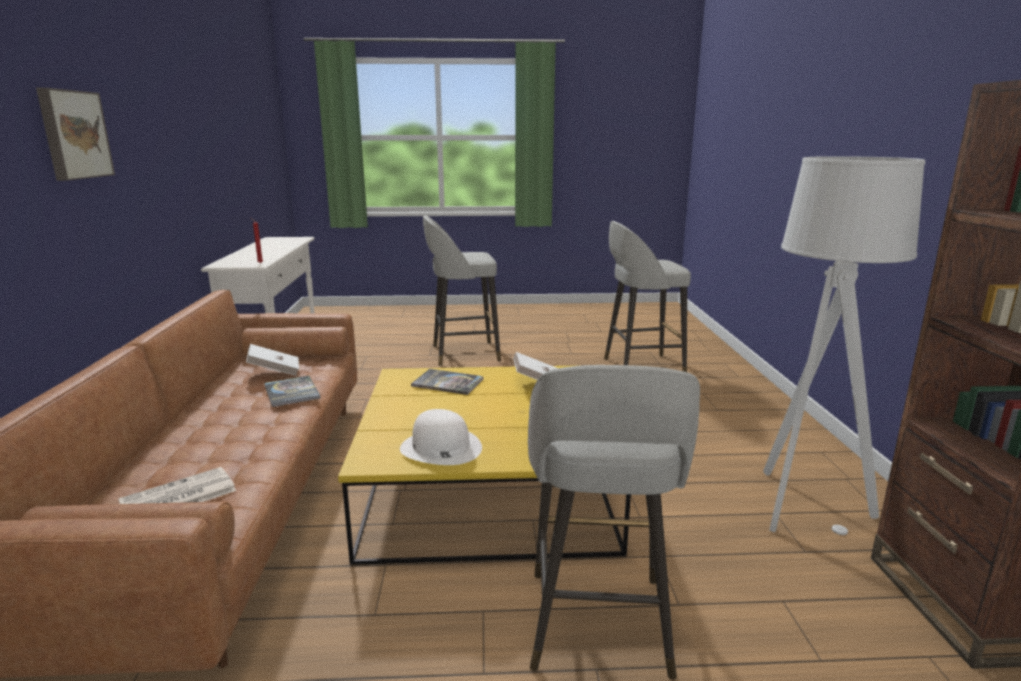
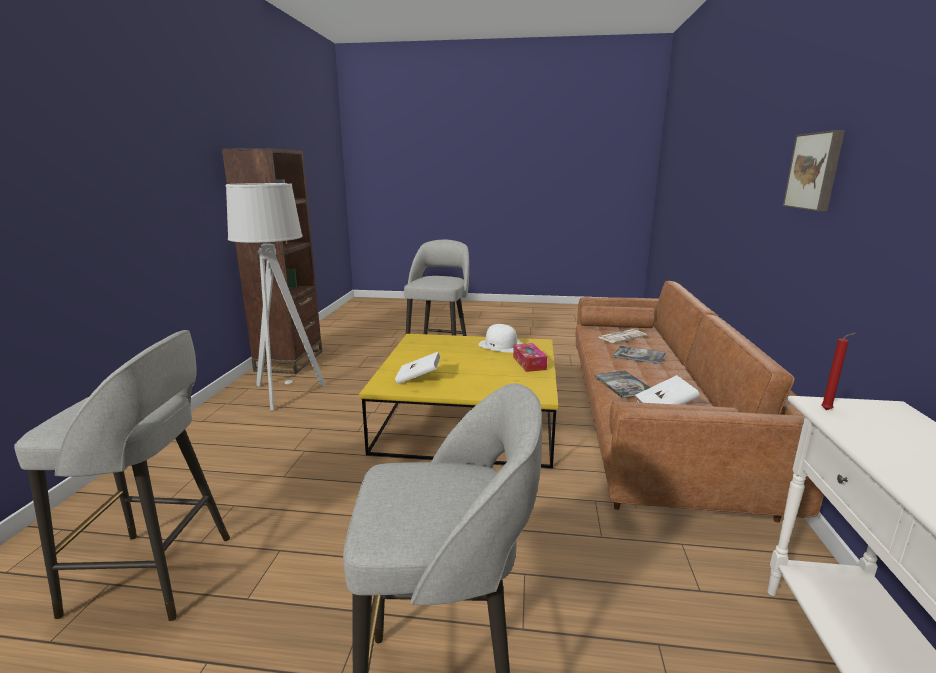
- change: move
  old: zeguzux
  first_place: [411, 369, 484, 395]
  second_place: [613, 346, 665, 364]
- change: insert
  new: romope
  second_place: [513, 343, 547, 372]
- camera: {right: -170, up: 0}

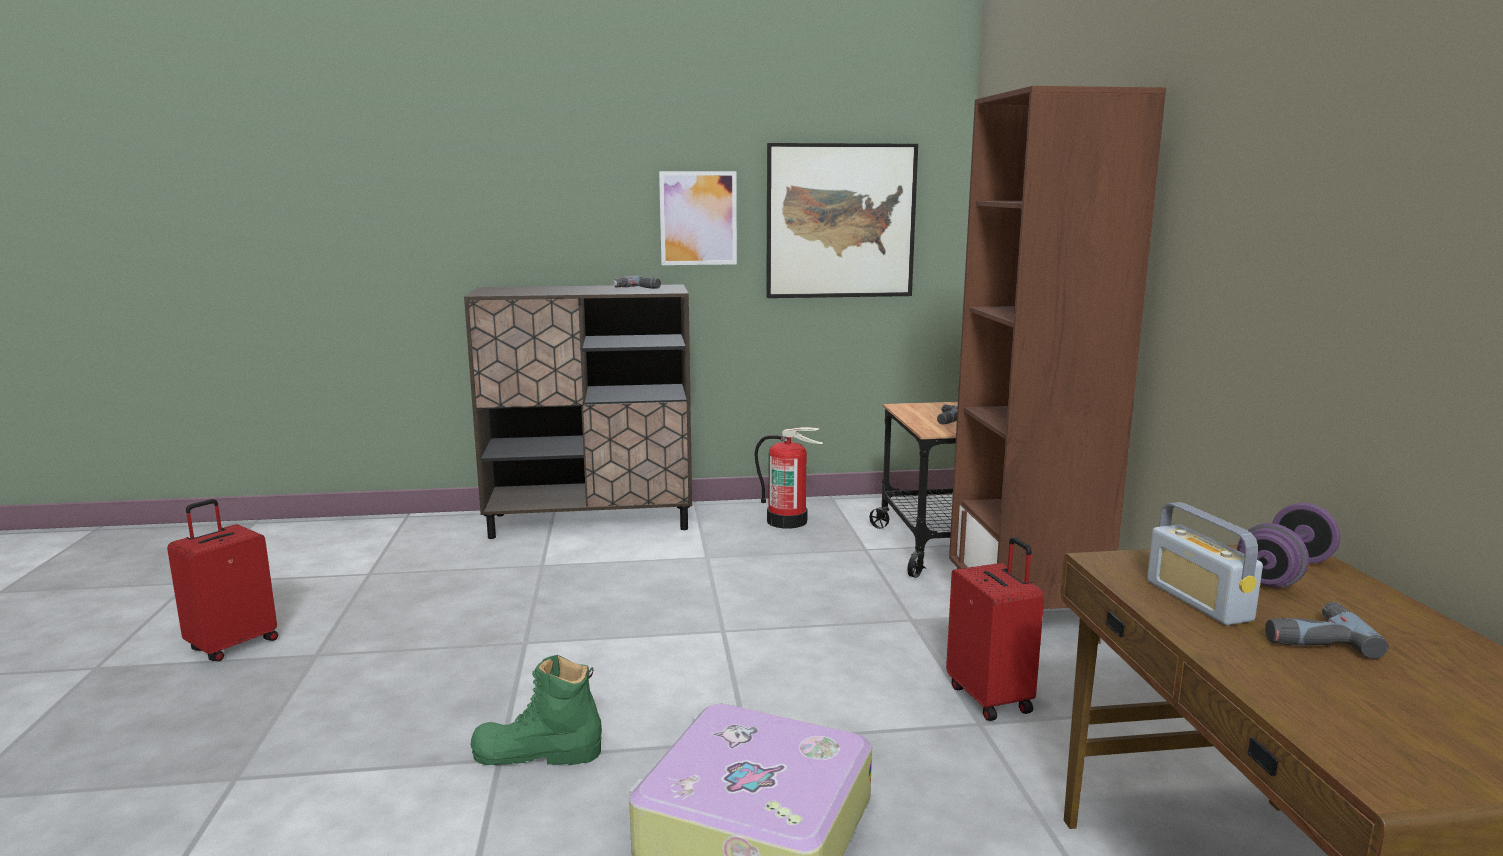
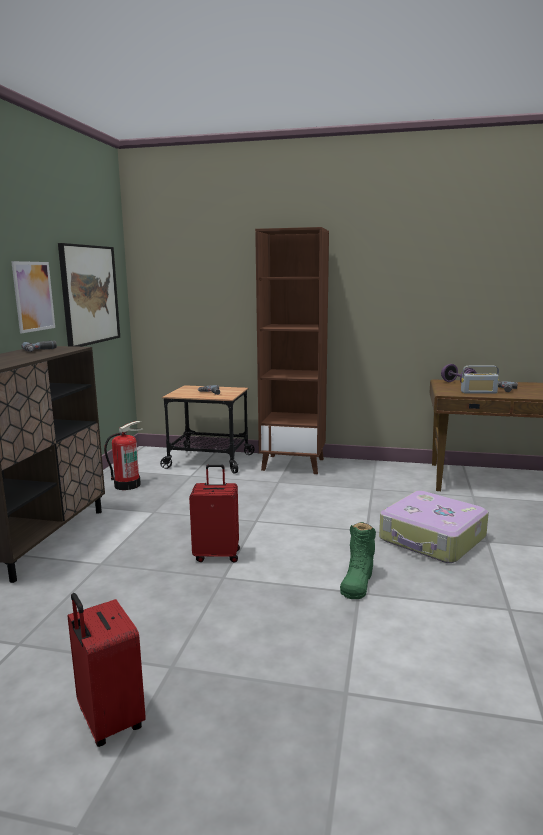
- change: move
  old: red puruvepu
  first_place: [946, 537, 1044, 721]
  second_place: [189, 464, 240, 562]
- camera: {right: -70, up: 0}

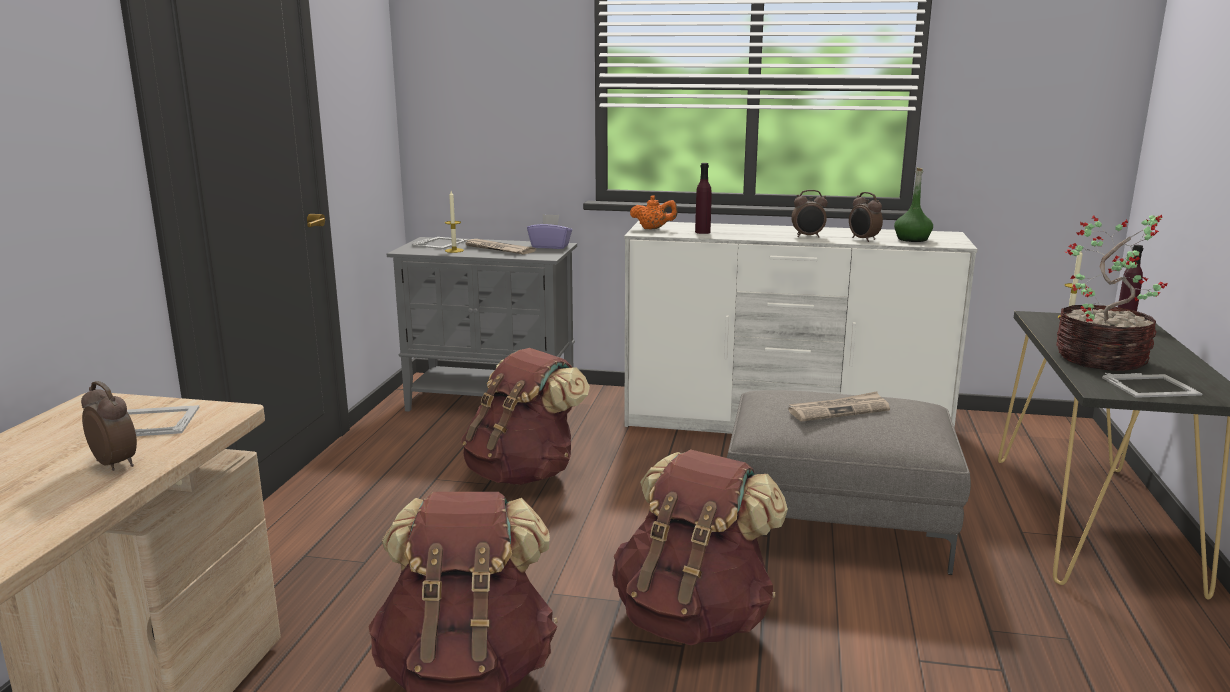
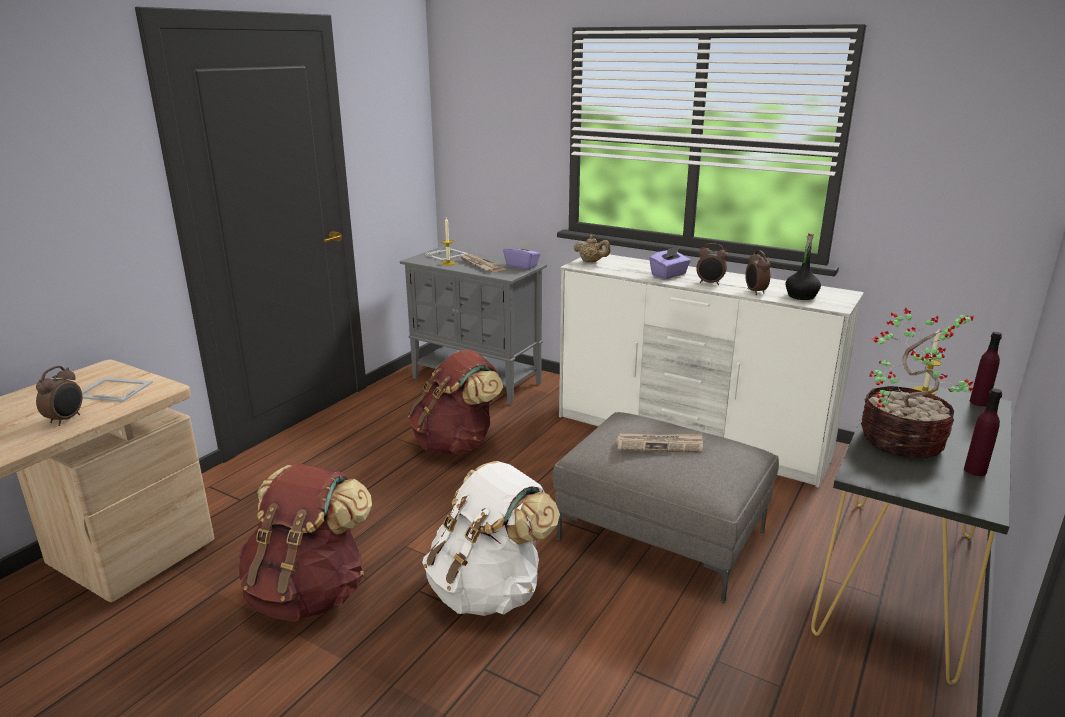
- change: move
  old: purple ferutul
  first_place: [695, 163, 712, 234]
  second_place: [964, 389, 1002, 476]
- change: recolor
  old: green ferutul
  new: black ferutul
  first_place: [894, 168, 933, 242]
  second_place: [785, 233, 821, 300]
- change: recolor
  old: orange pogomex
  new: beige pogomex
  first_place: [630, 195, 678, 229]
  second_place: [573, 235, 611, 263]
- change: delete
  old: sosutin
  first_place: [1102, 373, 1203, 398]
- change: rotate
  old: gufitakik
  first_place: [81, 381, 137, 471]
  second_place: [36, 366, 83, 426]
  degrees: 45
- change: recolor
  old: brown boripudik
  new: white boripudik
  first_place: [612, 449, 788, 645]
  second_place: [422, 461, 560, 616]
- change: insert
  new: purple romope
  second_place: [649, 246, 691, 279]
- camera: {right: 20, up: 5}

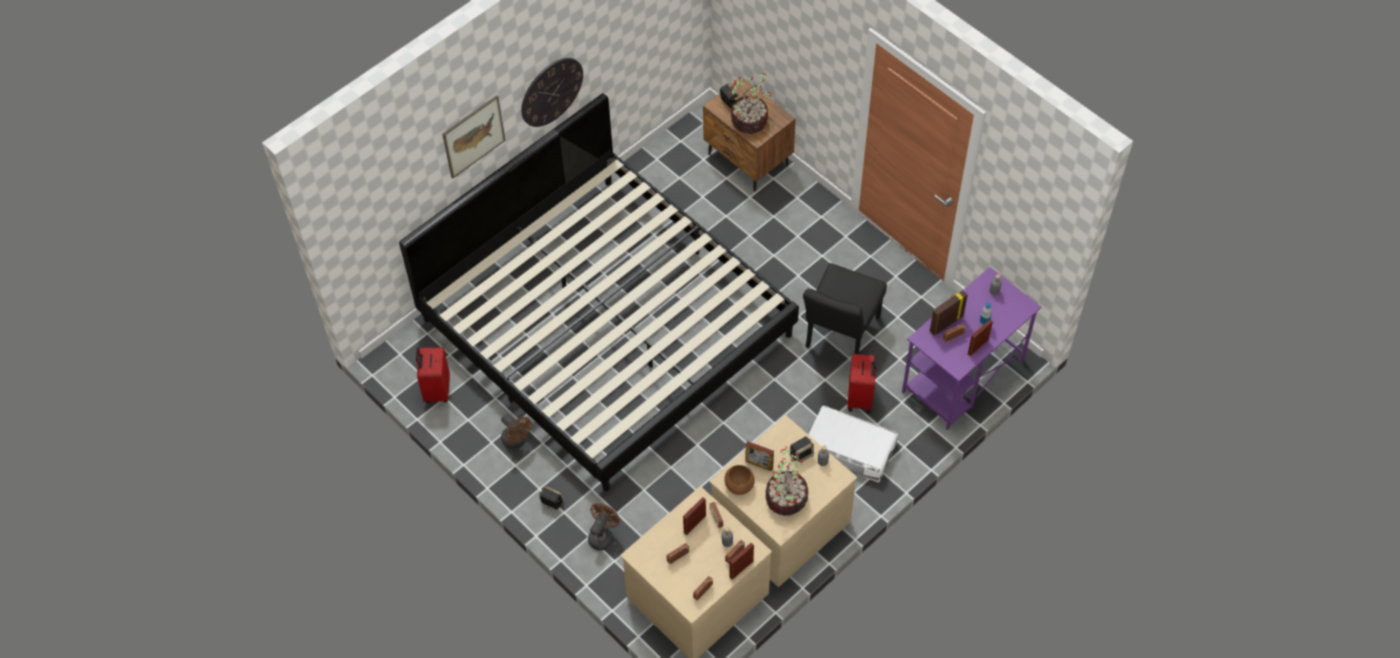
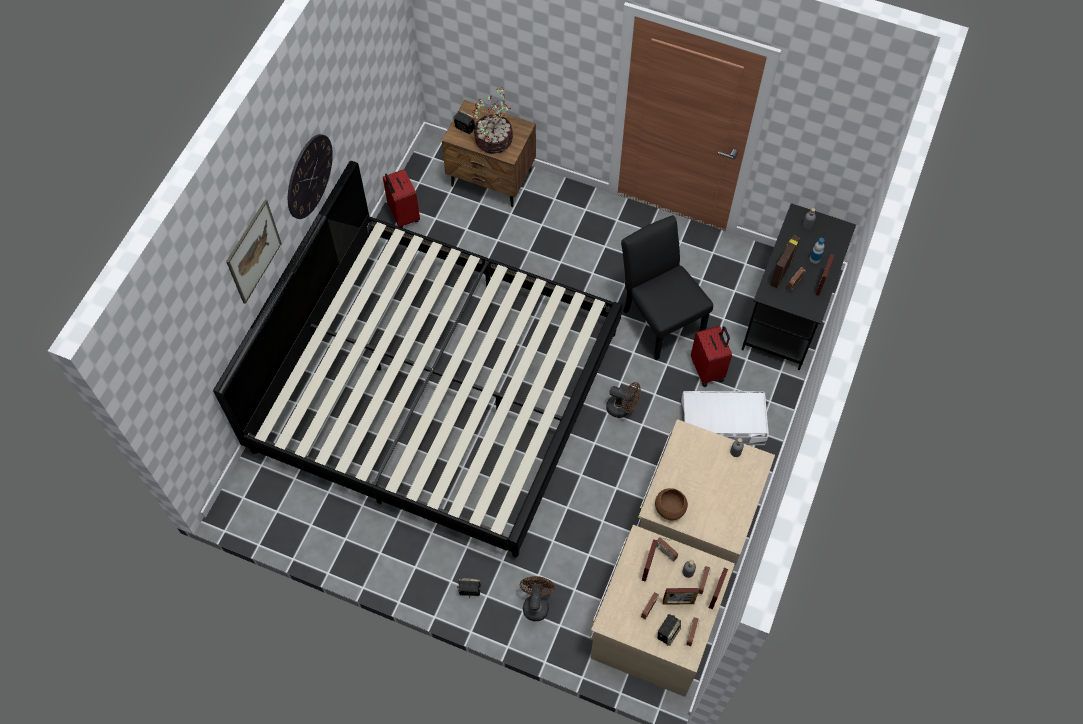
- change: rotate
  old: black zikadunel
  first_place: [803, 263, 887, 354]
  second_place: [621, 215, 713, 360]
  degrees: 150
- change: recolor
  old: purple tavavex
  new: black tavavex
  first_place: [902, 267, 1041, 430]
  second_place: [742, 203, 856, 370]
- change: move
  old: red puruvepu
  first_place: [416, 347, 450, 403]
  second_place: [383, 169, 420, 228]
- change: move
  old: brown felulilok
  first_place: [501, 414, 532, 449]
  second_place: [606, 382, 641, 418]
- change: move
  old: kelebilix
  first_place: [790, 437, 814, 462]
  second_place: [657, 614, 681, 646]
- change: move
  old: sosutin
  first_place: [745, 441, 774, 471]
  second_place: [663, 588, 699, 605]
- change: delete
  old: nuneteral
  first_place: [765, 447, 808, 516]
- camera: {right: -25, up: 5}

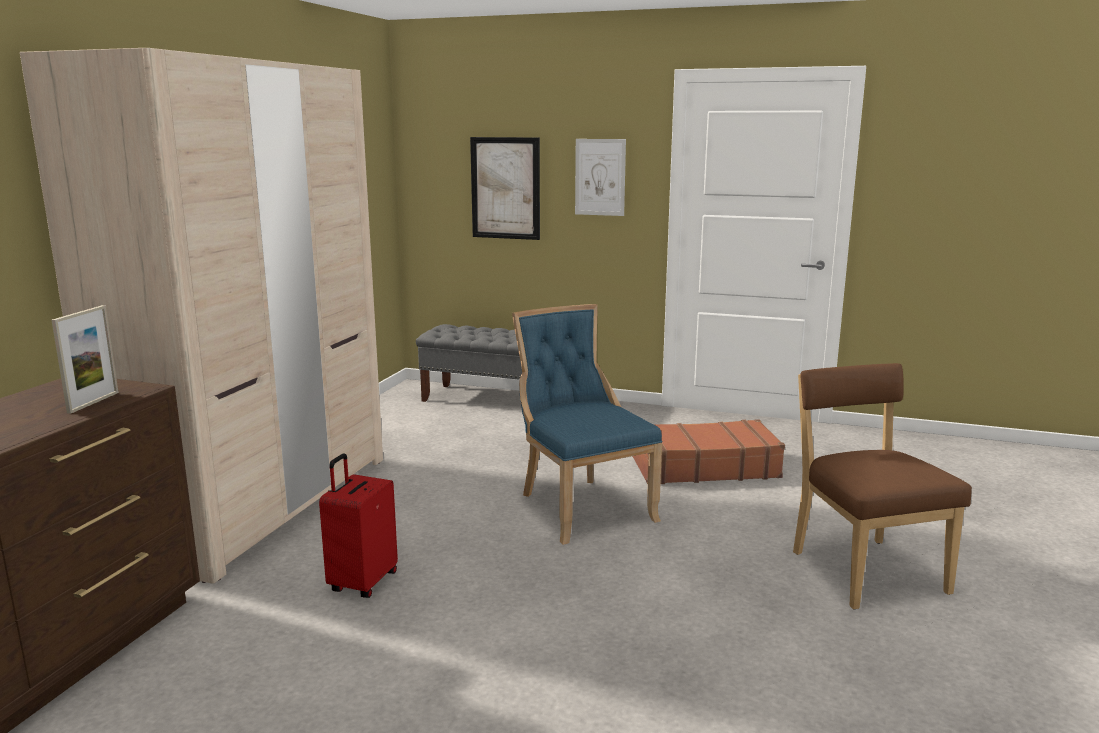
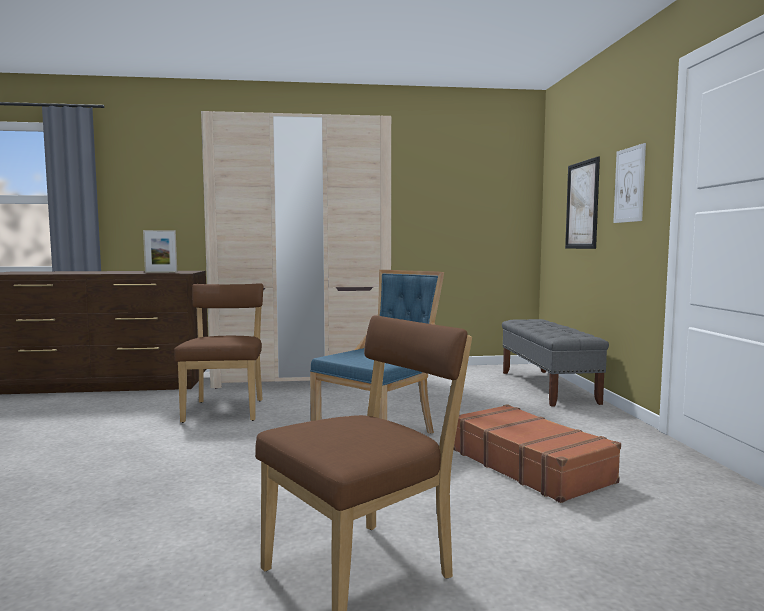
- change: replace
  old: red puruvepu
  new: brown zikadunel
  first_place: [319, 453, 398, 598]
  second_place: [174, 283, 263, 423]
- camera: {right: 65, up: -10}

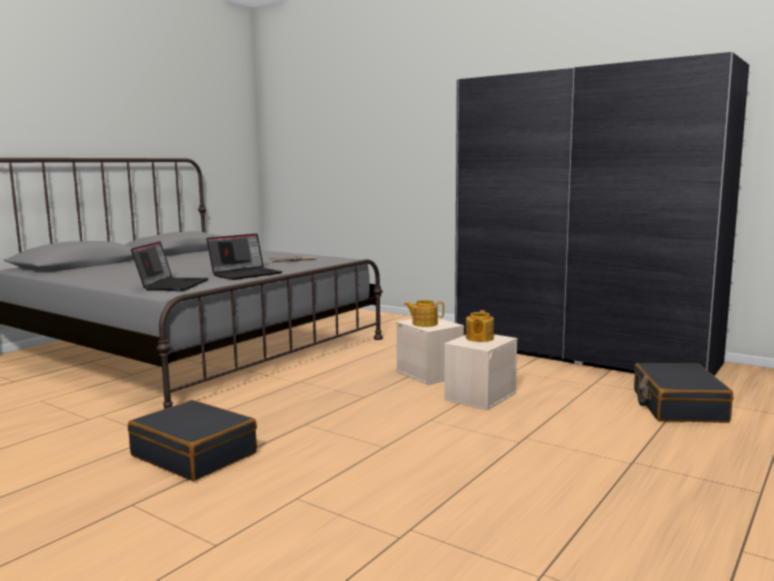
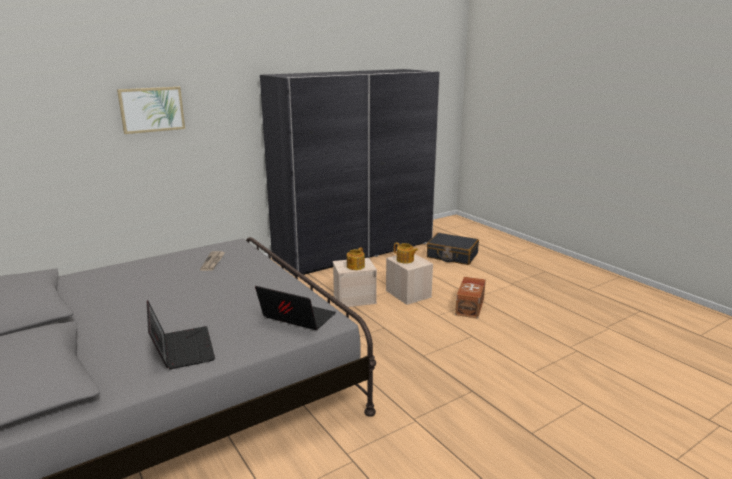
- change: move
  old: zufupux
  first_place: [207, 234, 282, 280]
  second_place: [147, 300, 215, 369]
- change: delete
  old: black puruvepu
  first_place: [128, 400, 257, 481]
- change: insert
  new: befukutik
  second_place: [117, 87, 185, 134]
- change: insert
  new: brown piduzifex
  second_place: [455, 277, 486, 319]
- camera: {right: -70, up: 10}

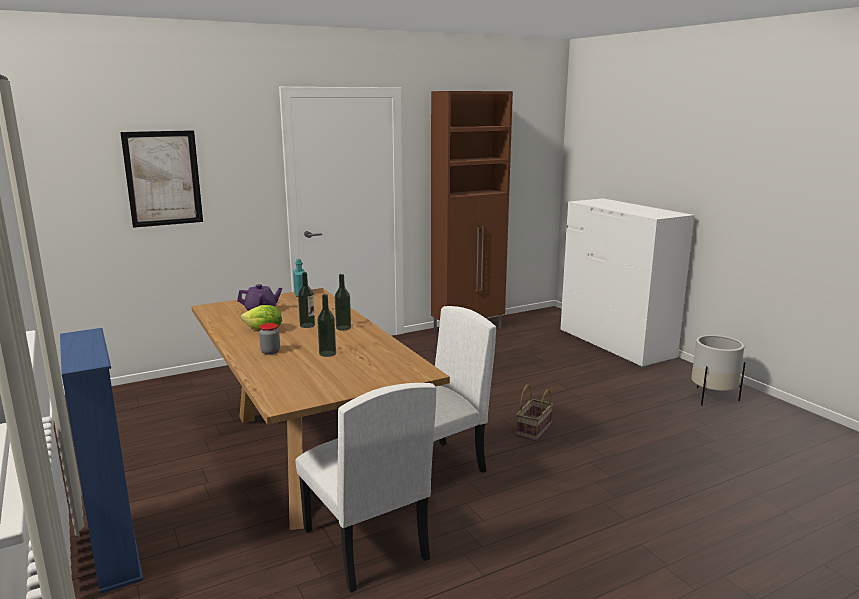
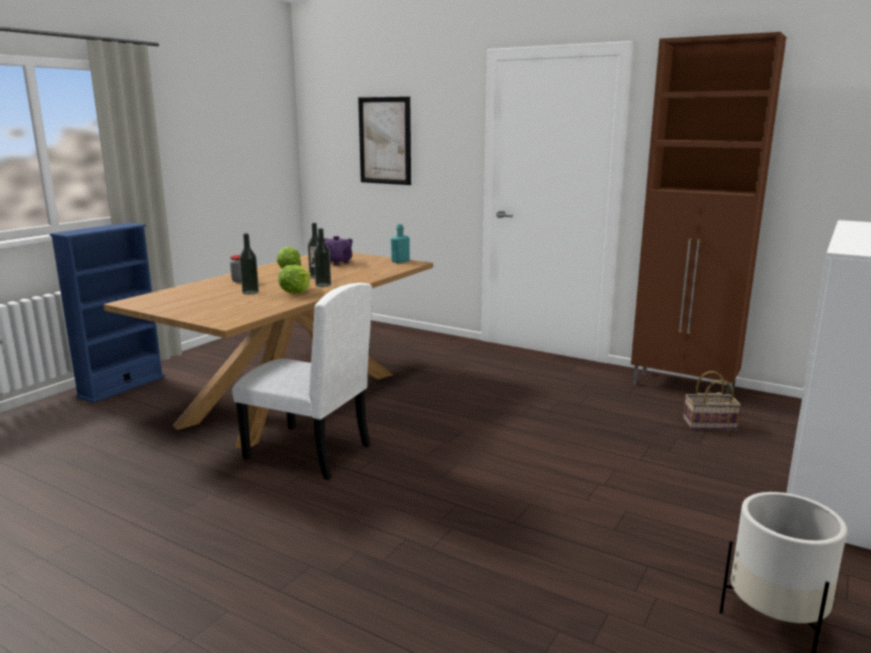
- change: delete
  old: white zikadunel
  first_place: [295, 383, 436, 592]
- change: move
  old: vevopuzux
  first_place: [516, 385, 553, 441]
  second_place: [683, 371, 741, 430]
- change: insert
  new: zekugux
  second_place: [278, 265, 311, 293]
- camera: {right: 60, up: 0}

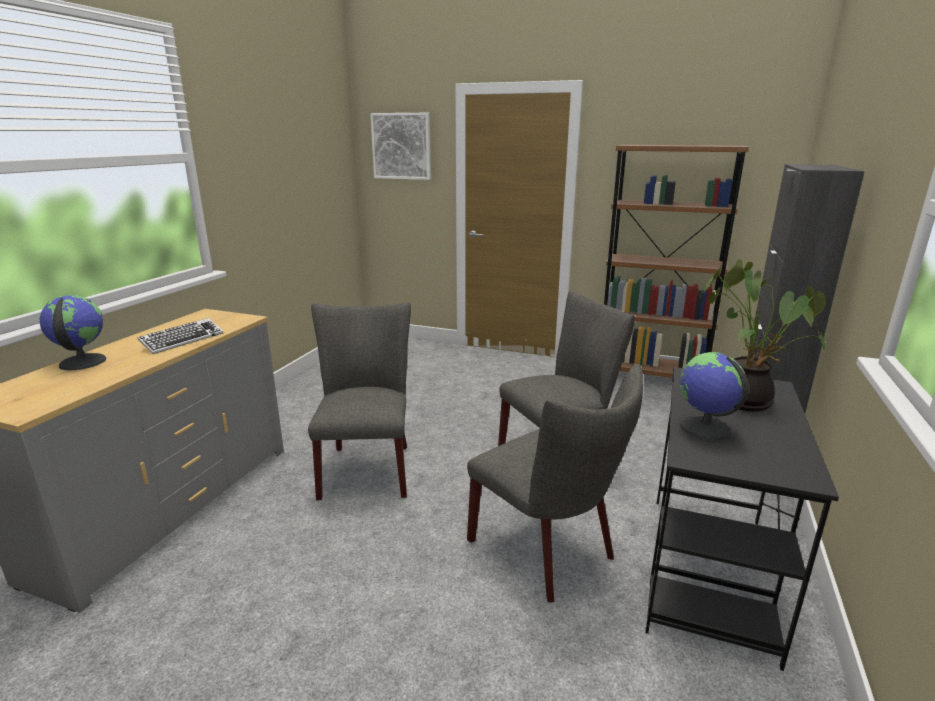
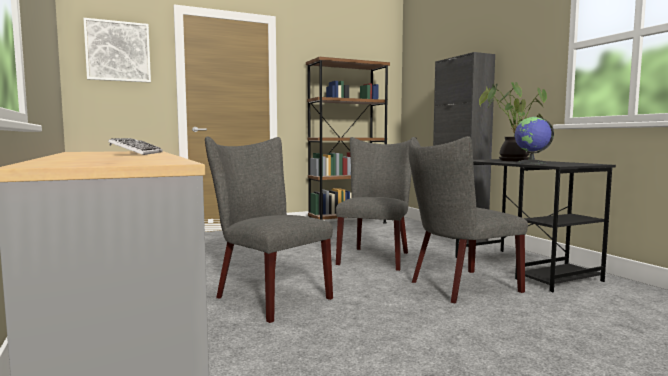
- change: delete
  old: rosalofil
  first_place: [40, 295, 106, 370]
- change: rotate
  old: grey zikadunel
  first_place: [467, 364, 643, 602]
  second_place: [409, 136, 528, 303]
  degrees: 150
- camera: {right: -45, up: -15}

